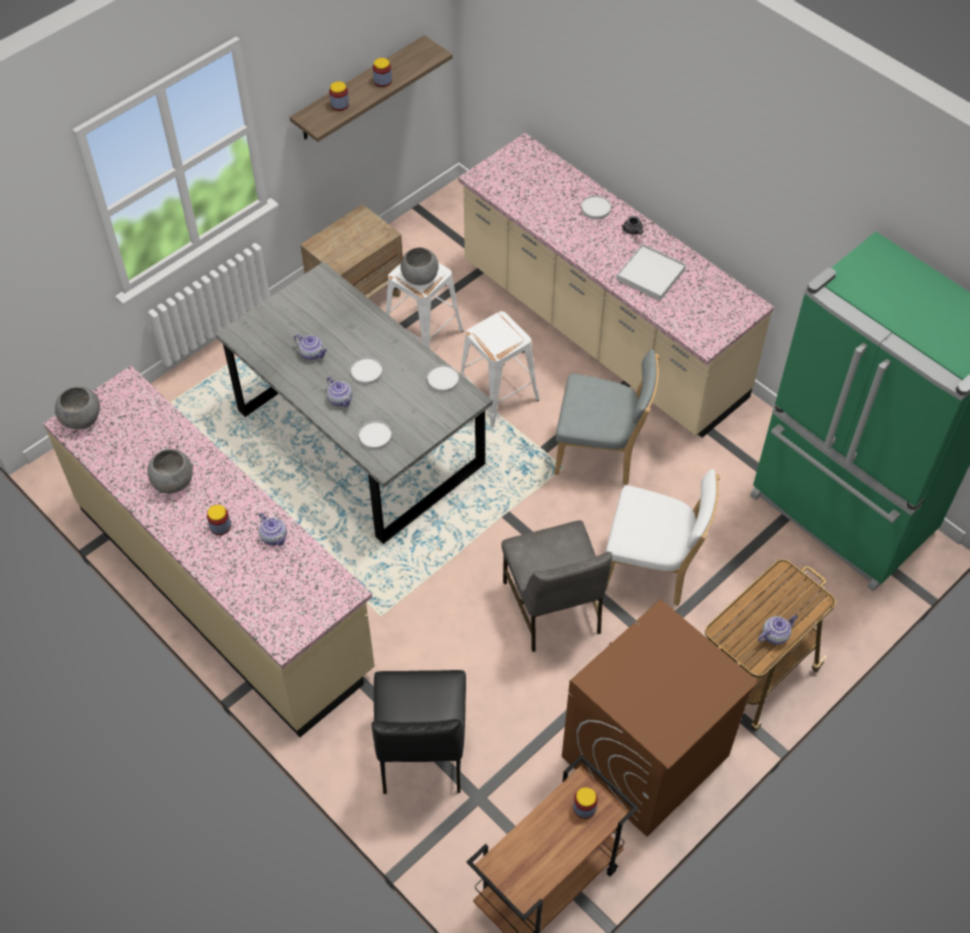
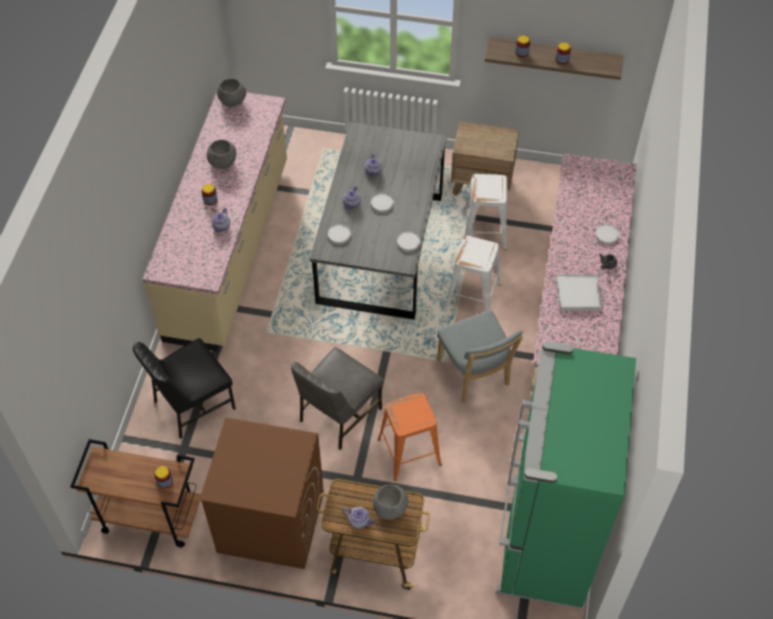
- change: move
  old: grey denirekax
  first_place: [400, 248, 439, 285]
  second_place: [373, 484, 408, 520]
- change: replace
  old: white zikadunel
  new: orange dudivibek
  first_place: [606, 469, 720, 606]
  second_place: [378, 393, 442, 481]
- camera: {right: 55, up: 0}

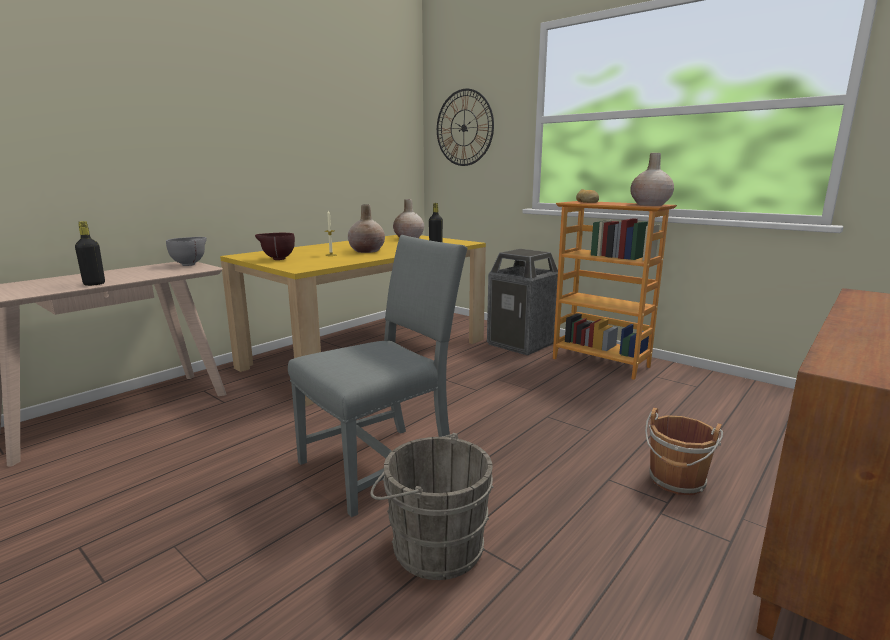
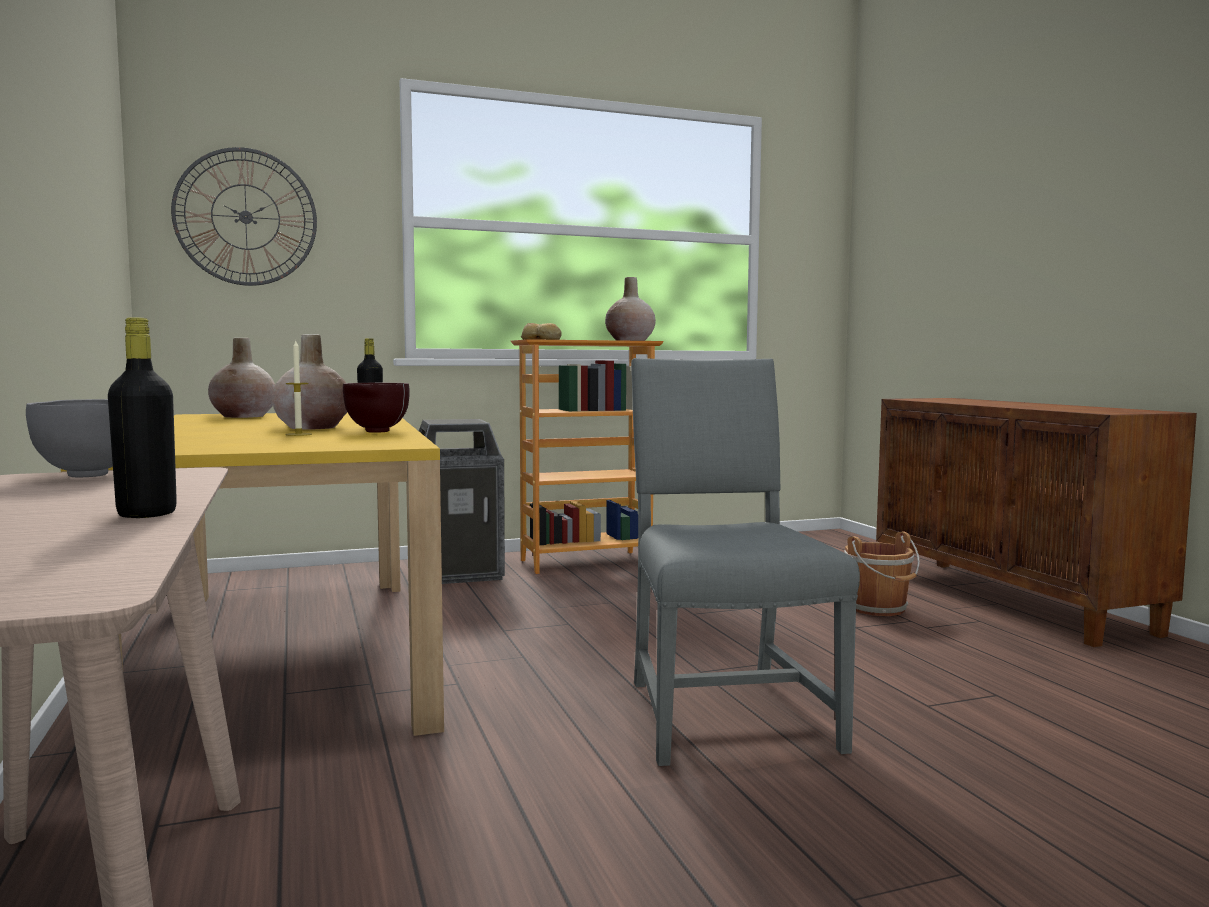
- change: move
  old: brown denirekax
  first_place: [255, 233, 295, 260]
  second_place: [343, 383, 410, 433]
- change: delete
  old: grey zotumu
  first_place: [371, 433, 493, 580]
- camera: {right: -60, up: -10}

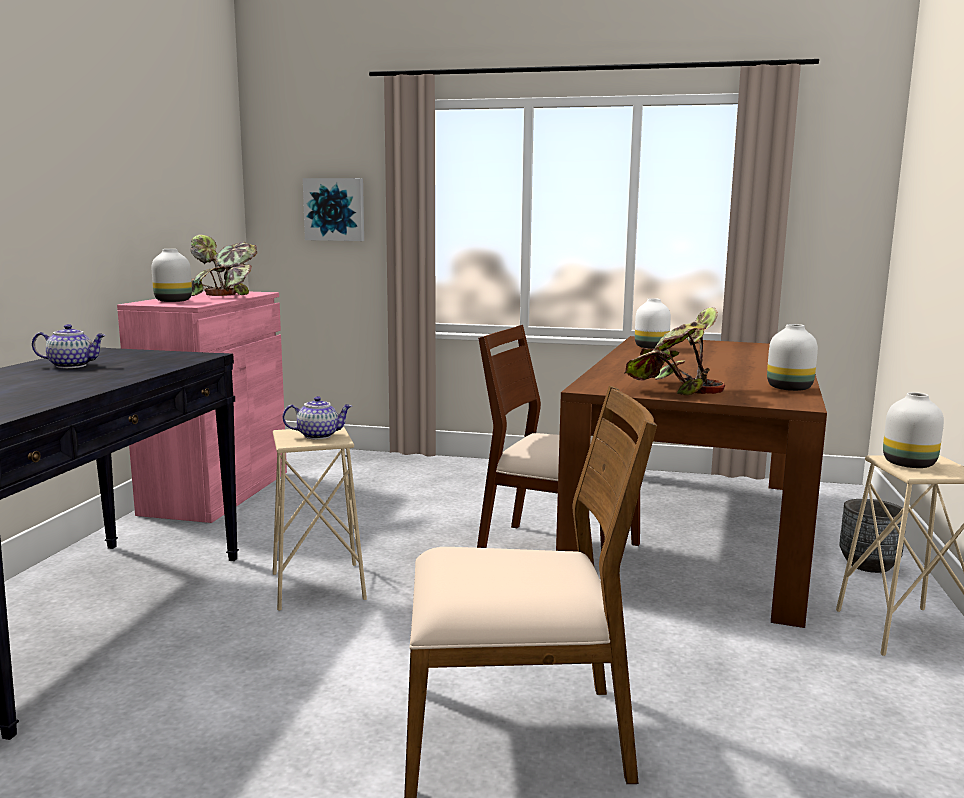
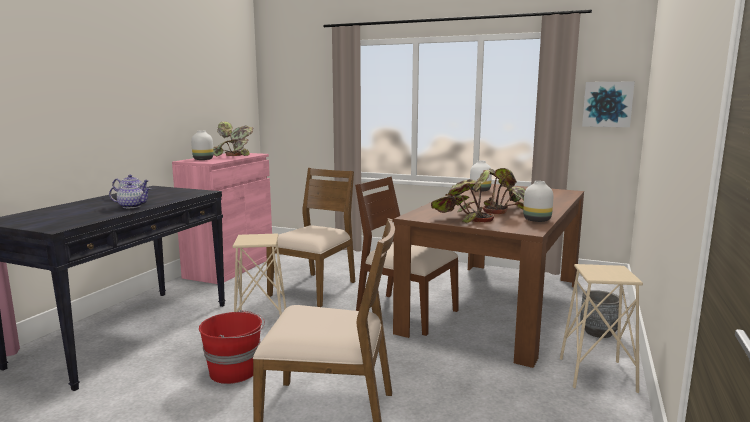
- change: move
  old: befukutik
  first_place: [303, 178, 364, 241]
  second_place: [582, 81, 635, 127]
- change: delete
  old: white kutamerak
  first_place: [883, 392, 944, 468]
- change: move
  old: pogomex
  first_place: [282, 396, 352, 439]
  second_place: [109, 182, 151, 208]
- change: insert
  new: brown zikadunel
  second_place: [266, 168, 355, 307]
- change: insert
  new: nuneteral
  second_place: [483, 168, 525, 214]
- change: insert
  new: red zotumu
  second_place: [199, 310, 265, 384]
- camera: {right: 10, up: 0}

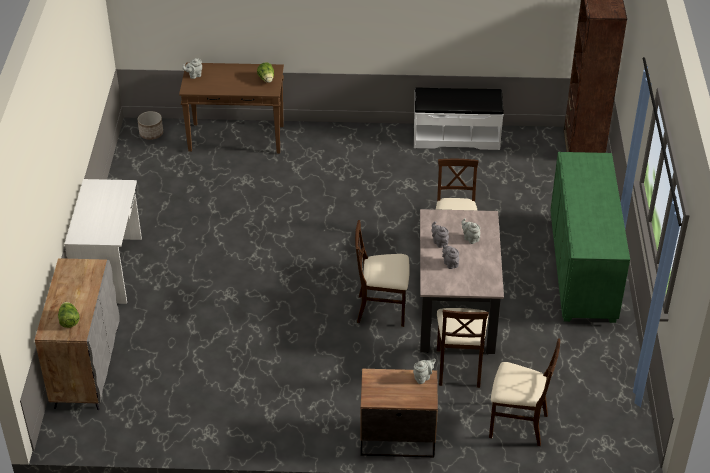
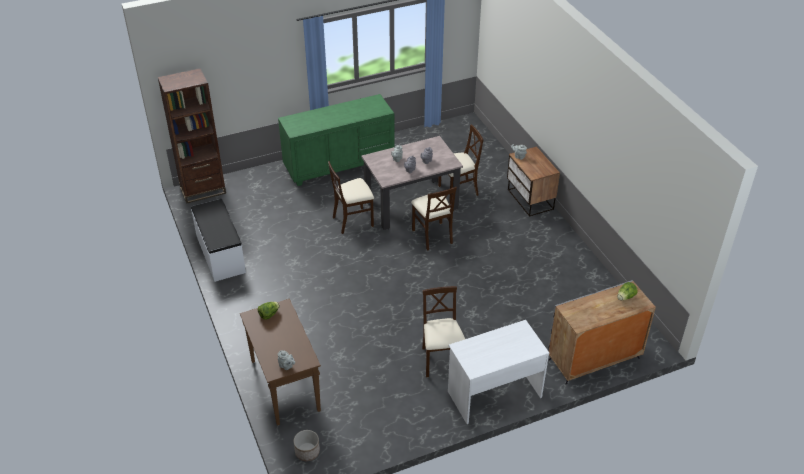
- change: move
  old: beige zikadunel
  first_place: [489, 338, 560, 446]
  second_place: [422, 286, 465, 378]
- camera: {right: -115, up: 0}

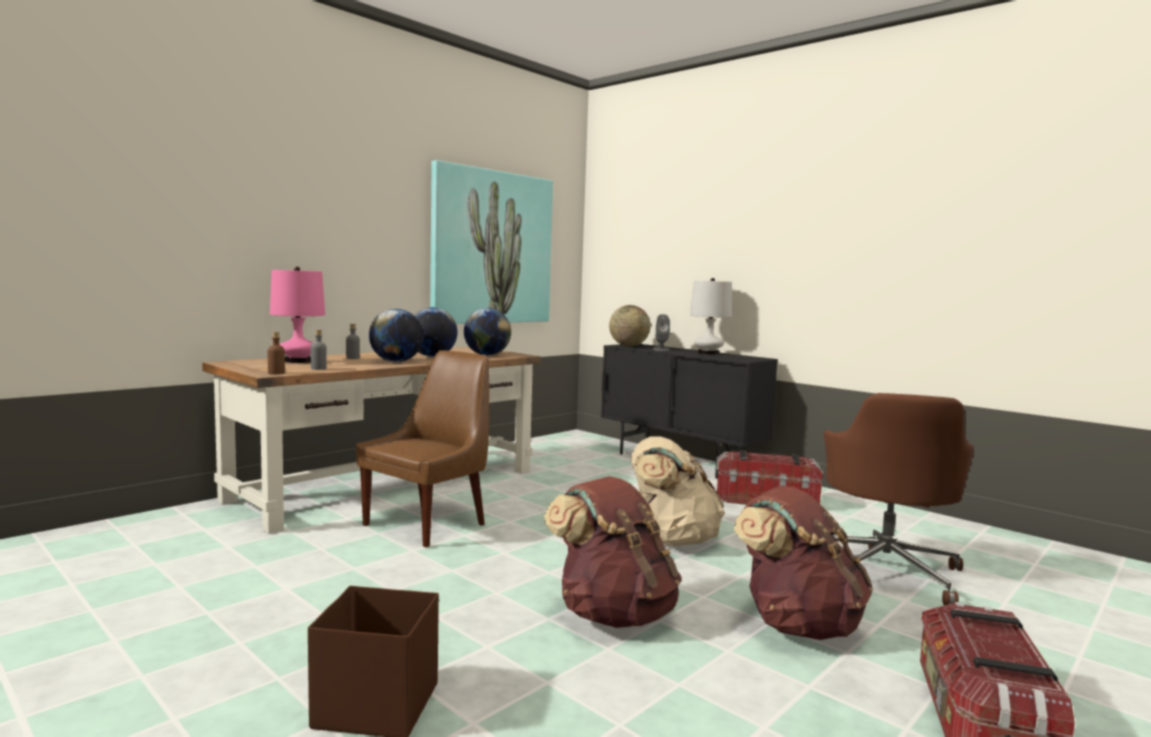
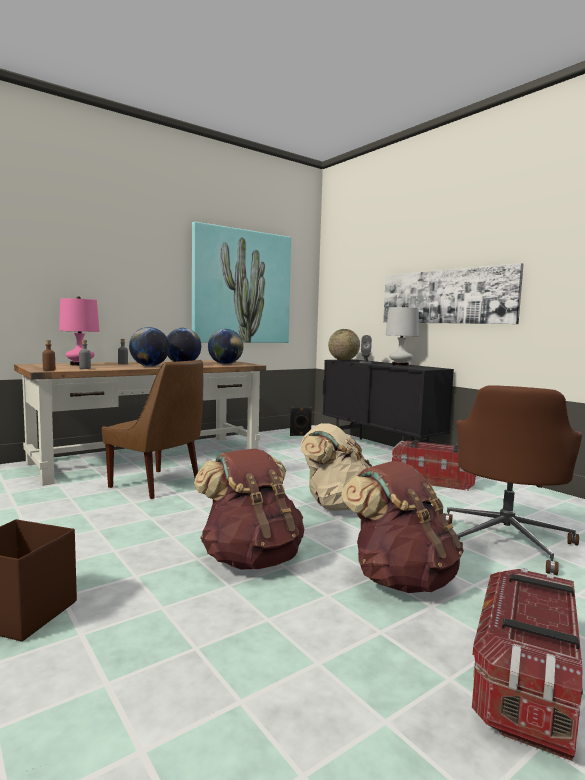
- change: rotate
  old: brown zikadunel
  first_place: [356, 350, 489, 547]
  second_place: [102, 360, 203, 499]
  degrees: 75
- change: insert
  new: befukutik
  second_place: [383, 263, 524, 324]
- change: insert
  new: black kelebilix
  second_place: [290, 406, 312, 436]
- camera: {right: 10, up: 0}

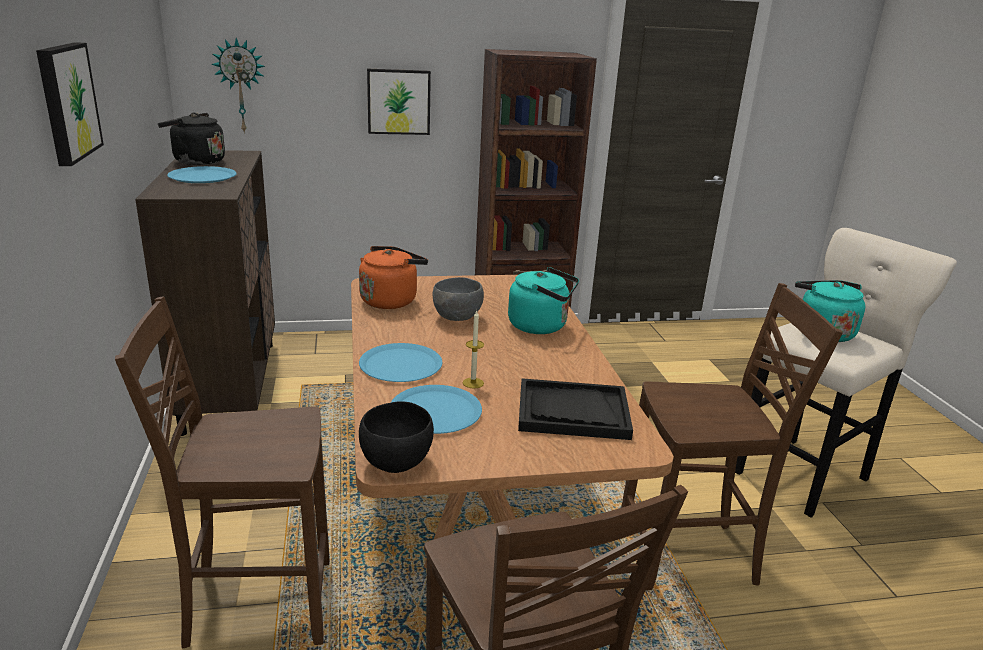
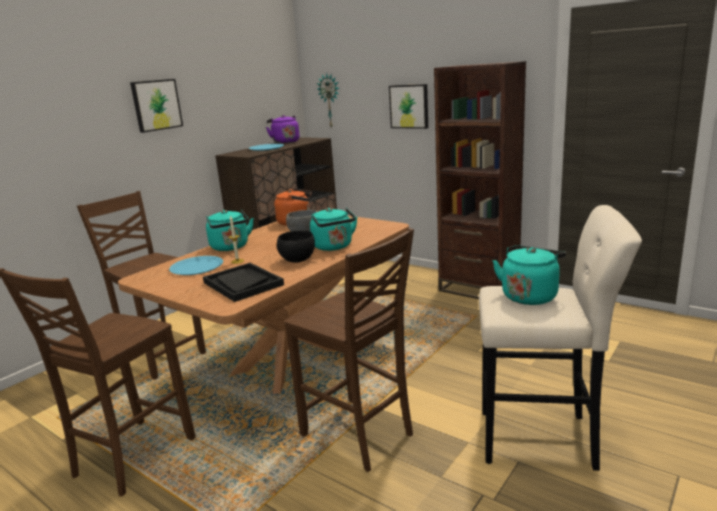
- change: recolor
  old: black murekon
  new: purple murekon
  first_place: [158, 113, 225, 165]
  second_place: [266, 115, 300, 144]
- change: replace
  old: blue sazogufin
  new: turquoise murekon
  first_place: [359, 343, 442, 382]
  second_place: [206, 210, 254, 251]
- change: move
  old: black denirekax
  first_place: [359, 401, 434, 473]
  second_place: [277, 231, 315, 263]
- camera: {right: 50, up: -5}

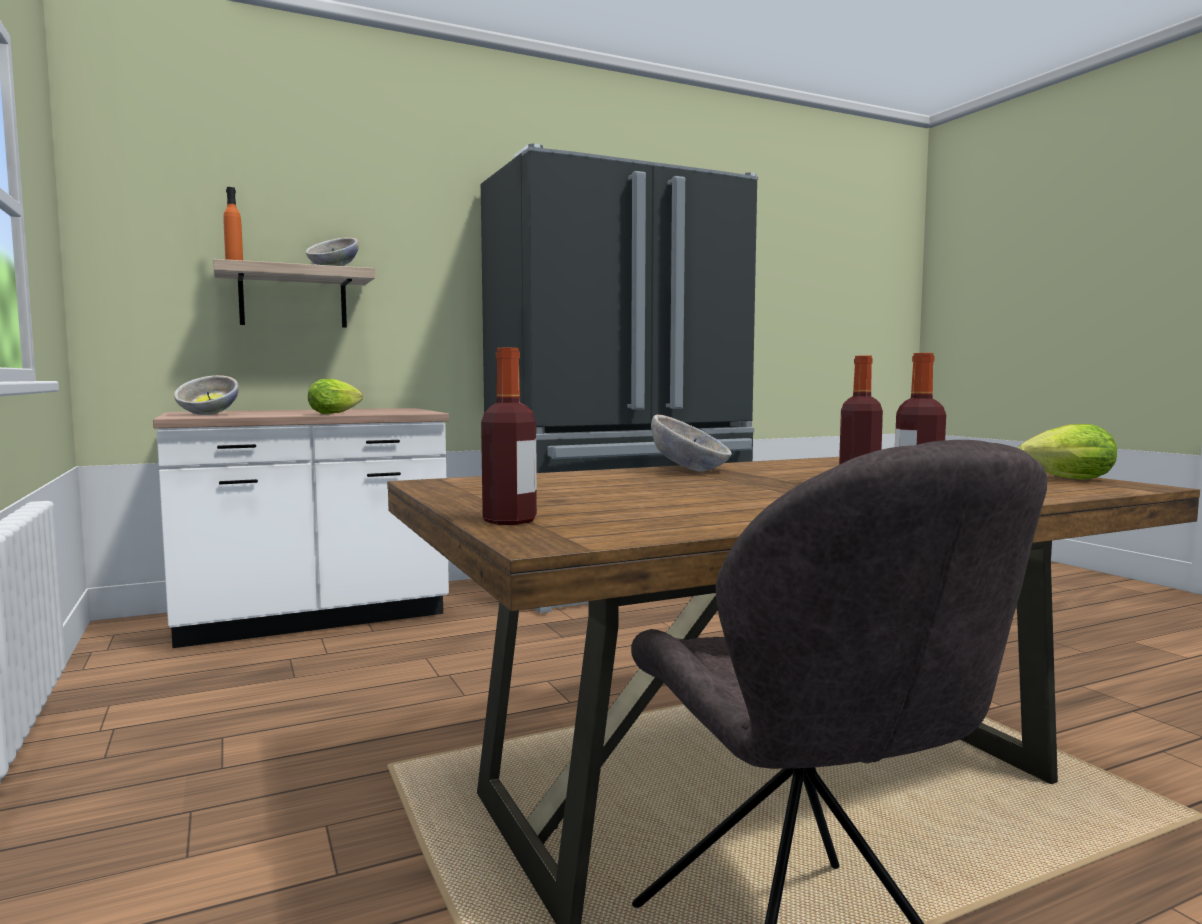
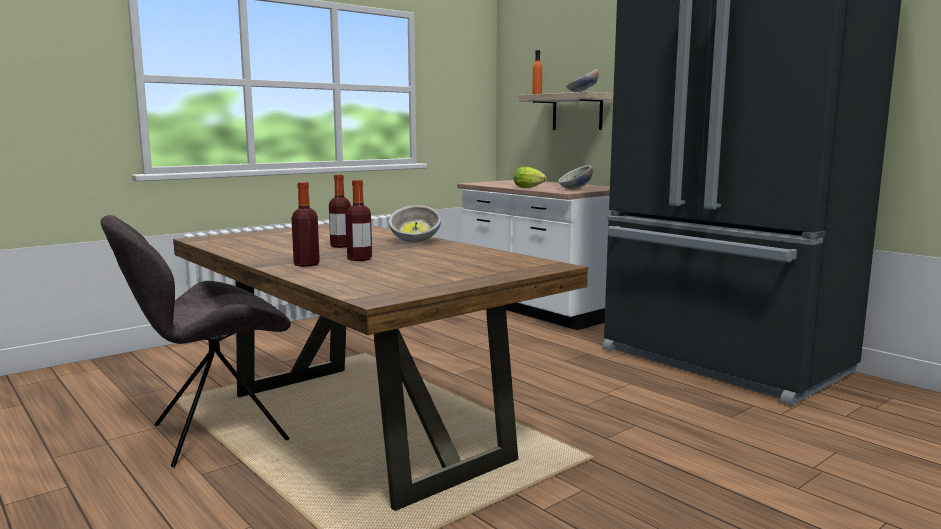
- change: move
  old: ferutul
  first_place: [481, 348, 537, 525]
  second_place: [329, 175, 351, 248]
- change: move
  old: denirekax
  first_place: [174, 375, 239, 415]
  second_place: [559, 165, 593, 190]
- change: delete
  old: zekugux
  first_place: [1018, 424, 1117, 480]
- camera: {right: 75, up: 5}

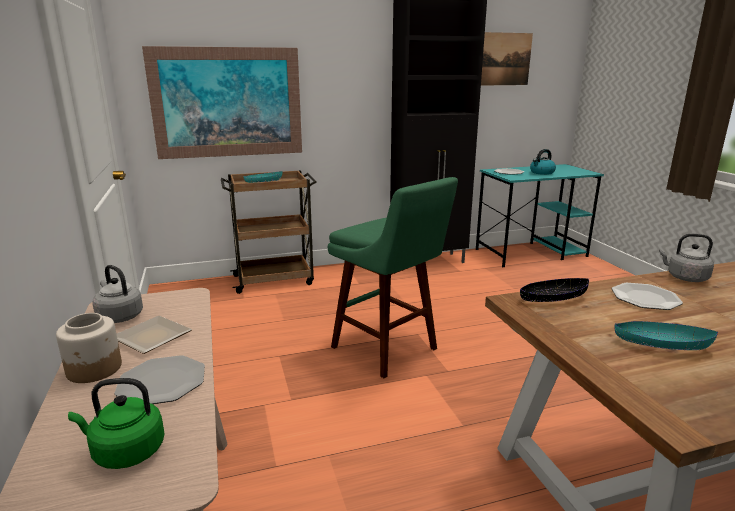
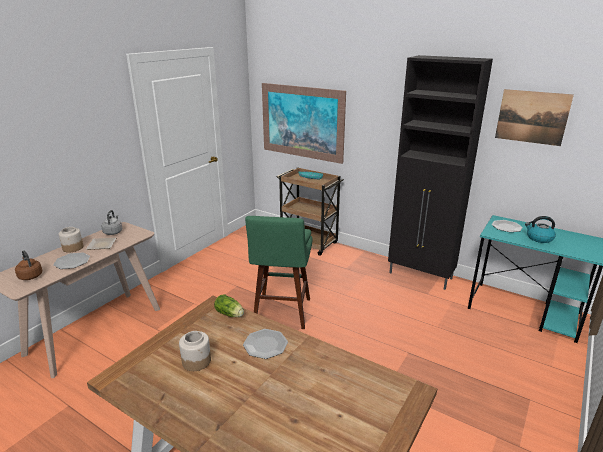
- change: delete
  old: grey murekon
  first_place: [659, 234, 714, 282]
- change: replace
  old: black denirekax
  new: zekugux
  first_place: [520, 278, 589, 302]
  second_place: [214, 294, 244, 317]
- change: replace
  old: turquoise denirekax
  new: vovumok
  first_place: [614, 321, 718, 350]
  second_place: [179, 331, 211, 371]
- change: recolor
  old: green murekon
  new: brown murekon
  first_place: [68, 378, 165, 469]
  second_place: [15, 250, 43, 280]
- camera: {right: 50, up: 5}

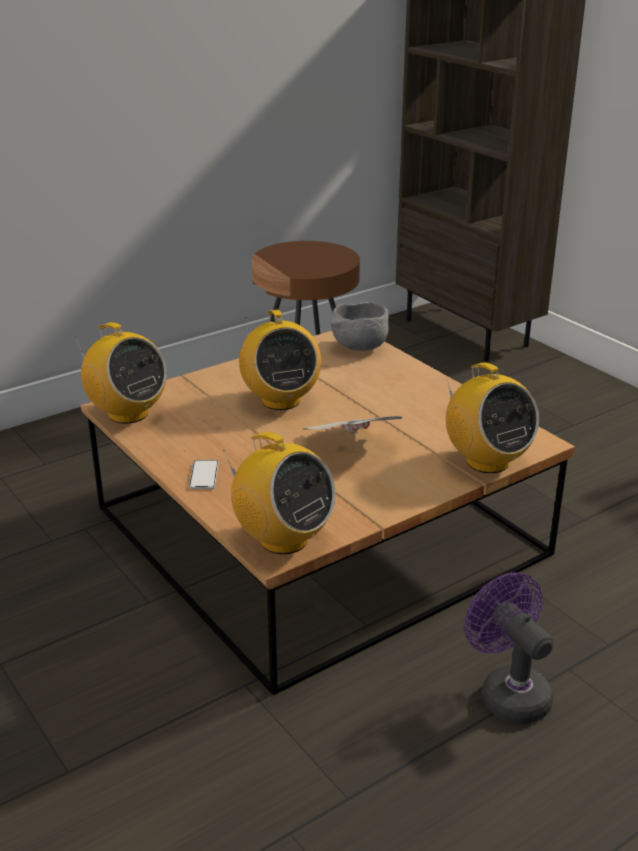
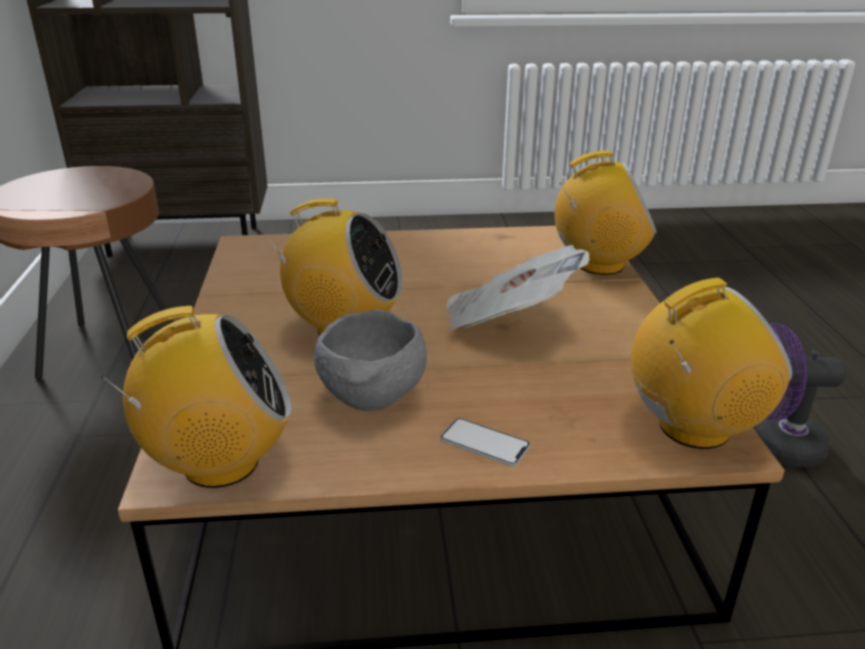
- change: move
  old: grey denirekax
  first_place: [329, 301, 389, 351]
  second_place: [314, 309, 427, 411]
- camera: {right: -60, up: 0}

